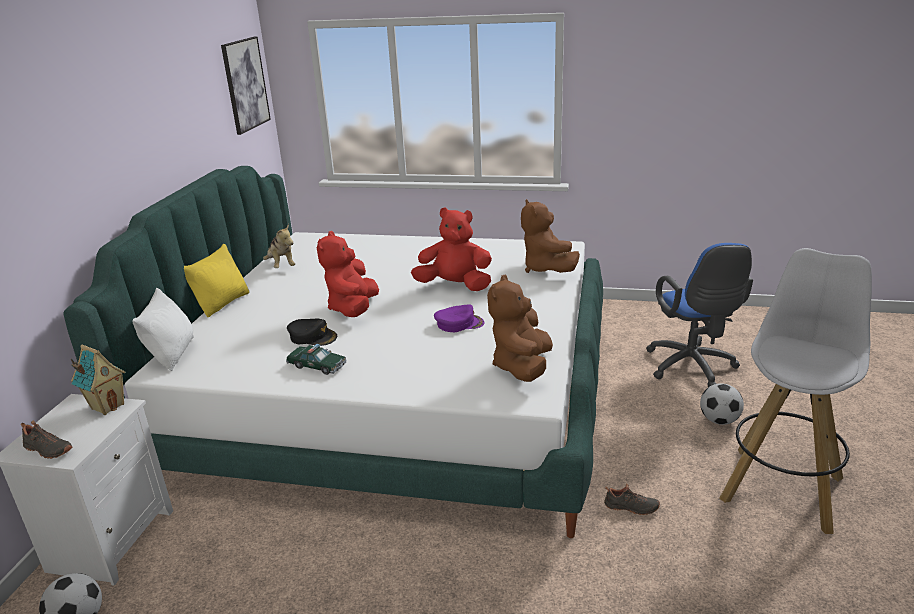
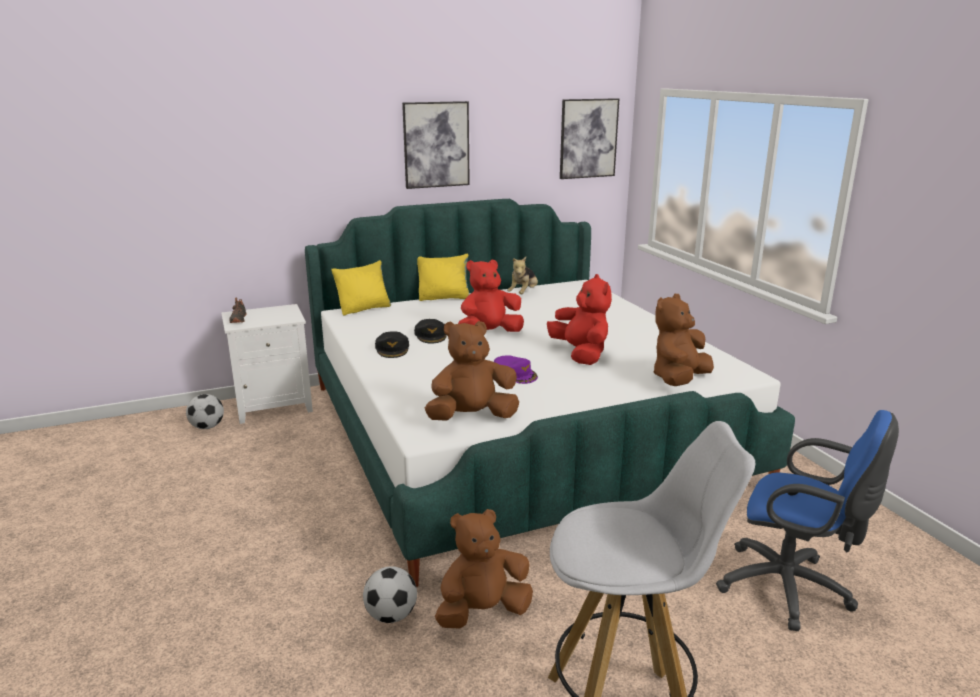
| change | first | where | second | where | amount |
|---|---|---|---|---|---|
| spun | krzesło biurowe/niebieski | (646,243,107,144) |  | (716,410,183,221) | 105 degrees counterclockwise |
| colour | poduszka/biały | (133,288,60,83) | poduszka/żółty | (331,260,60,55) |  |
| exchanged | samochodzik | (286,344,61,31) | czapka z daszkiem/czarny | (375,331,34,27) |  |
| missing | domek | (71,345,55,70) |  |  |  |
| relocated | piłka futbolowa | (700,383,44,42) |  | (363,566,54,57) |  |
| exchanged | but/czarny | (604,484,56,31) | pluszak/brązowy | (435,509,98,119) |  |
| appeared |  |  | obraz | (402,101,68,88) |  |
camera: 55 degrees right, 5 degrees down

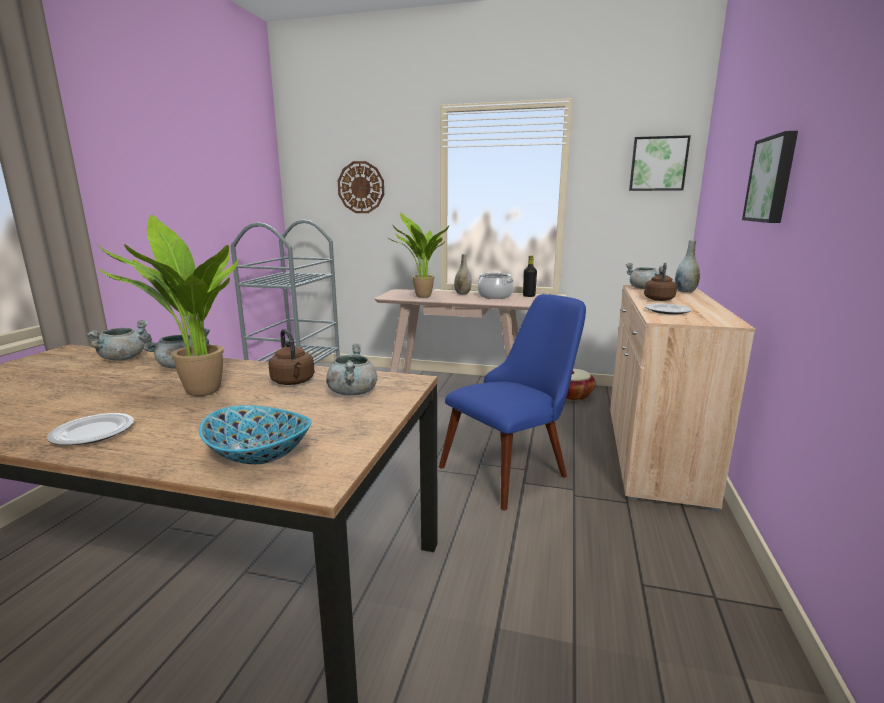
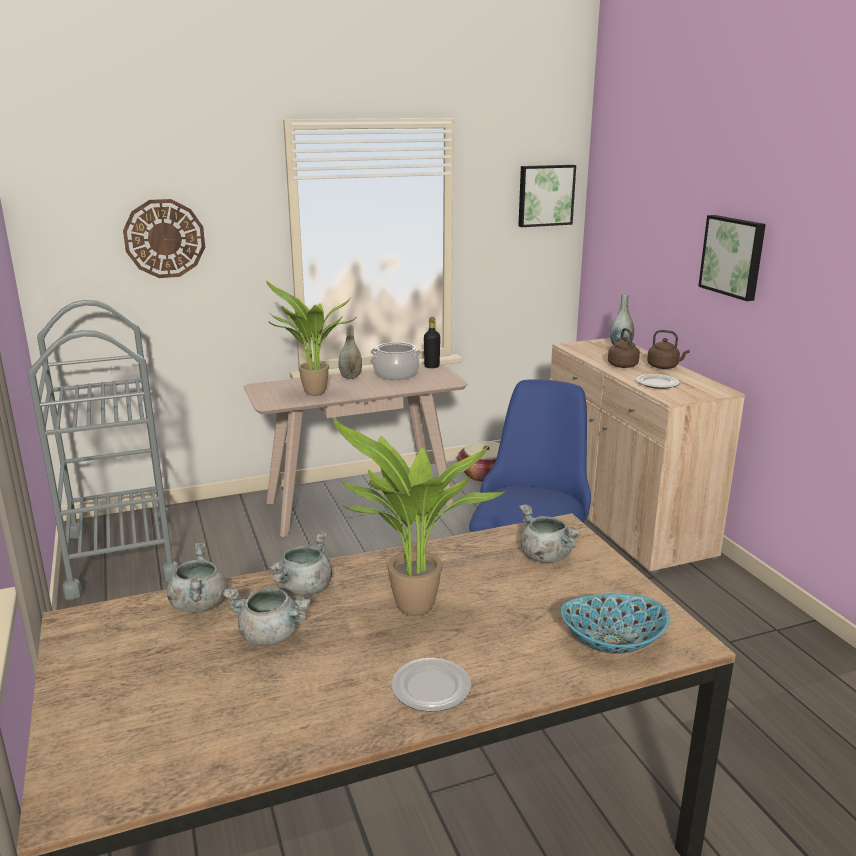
| change | first | where | second | where | amount |
|---|---|---|---|---|---|
| relocated | garnek/szary | (625,263,42,26) |  | (223,588,88,58) |  |
| relocated | czajnik/brązowy | (269,329,46,56) |  | (647,330,43,39) |  |
camera: 35 degrees left, 5 degrees up

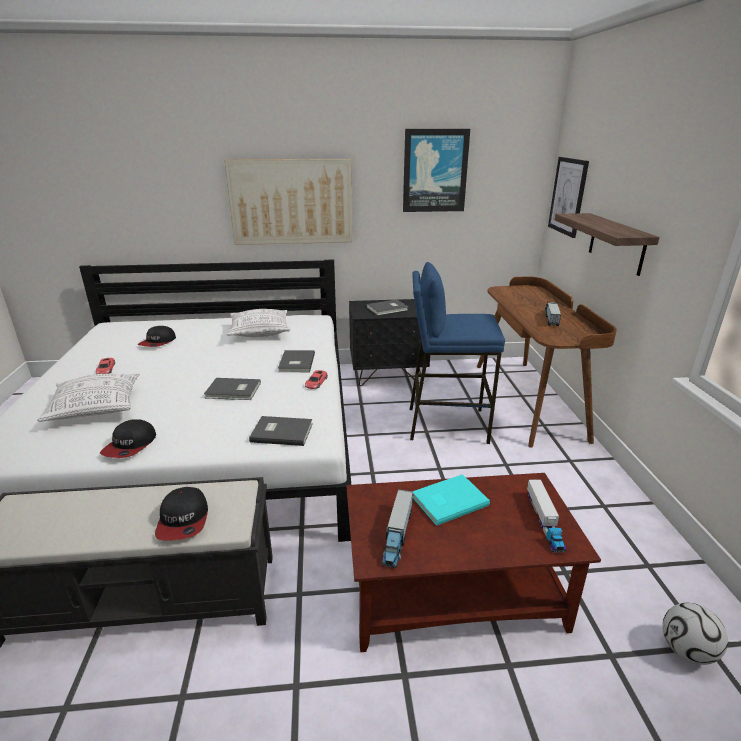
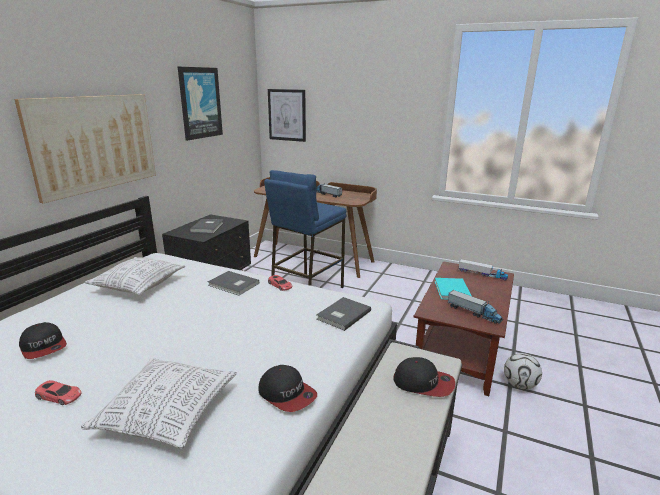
| change | first | where | second | where | amount |
|---|---|---|---|---|---|
| missing | półka | (555,213,105,63) |  |  |  |
| missing | książka/szary | (204,378,57,22) |  |  |  |
| relocated | piłka futbolowa | (662,603,66,62) |  | (504,353,38,36) |  |
camera: 60 degrees left, 5 degrees down

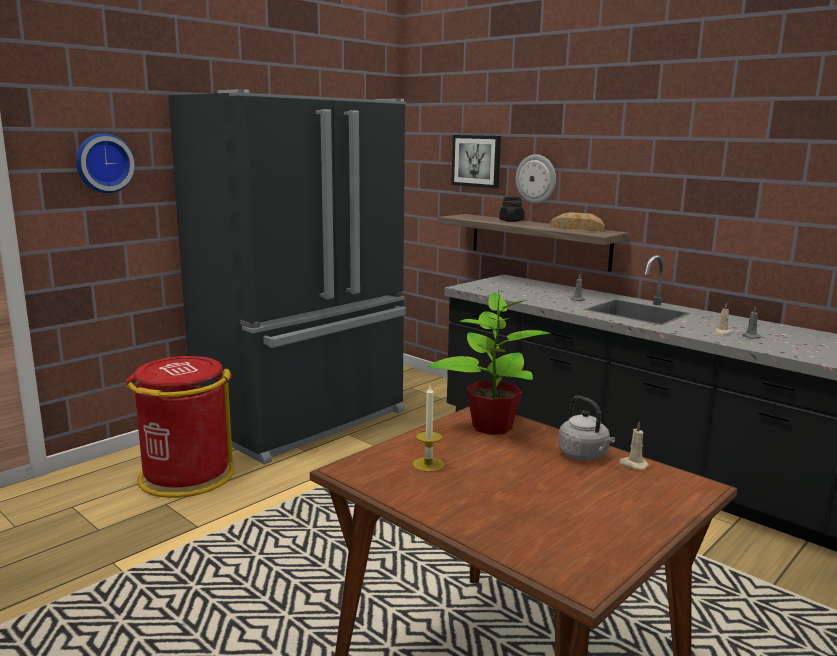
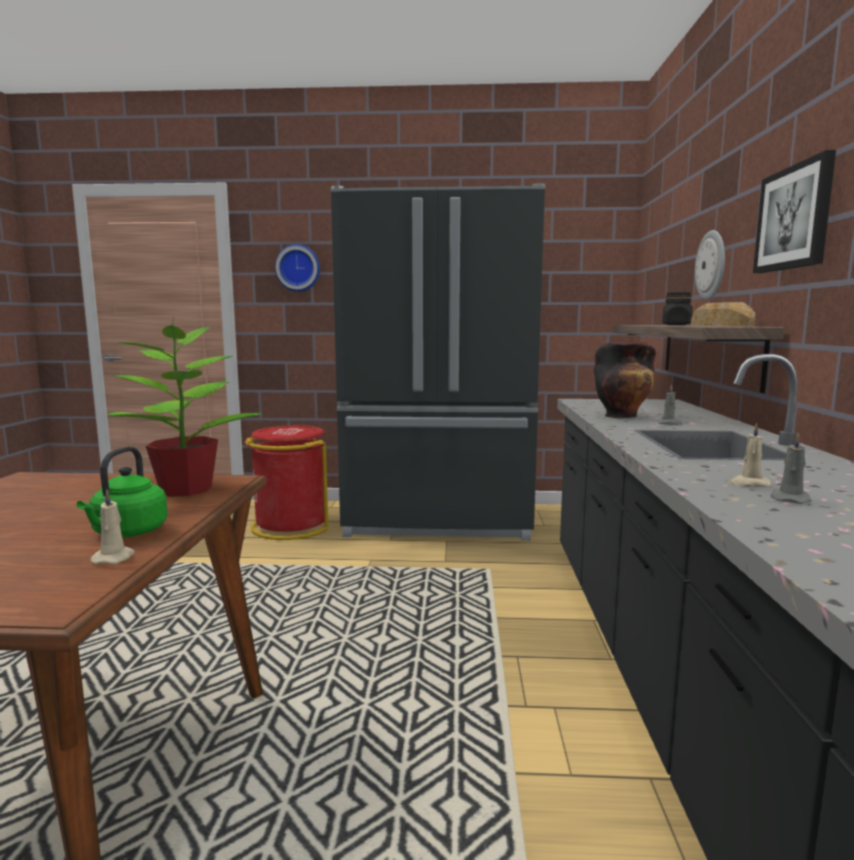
| change | first | where | second | where | amount |
|---|---|---|---|---|---|
| relocated | obraz | (451,135,50,53) |  | (753,150,83,123) |  |
| missing | świeca | (413,386,31,86) |  |  |  |
| colour | czajnik/szary | (558,396,57,65) | czajnik/zielony | (77,446,91,91) |  |
| appeared |  |  | wazon | (594,342,62,76) |  |
camera: 50 degrees right, 5 degrees down

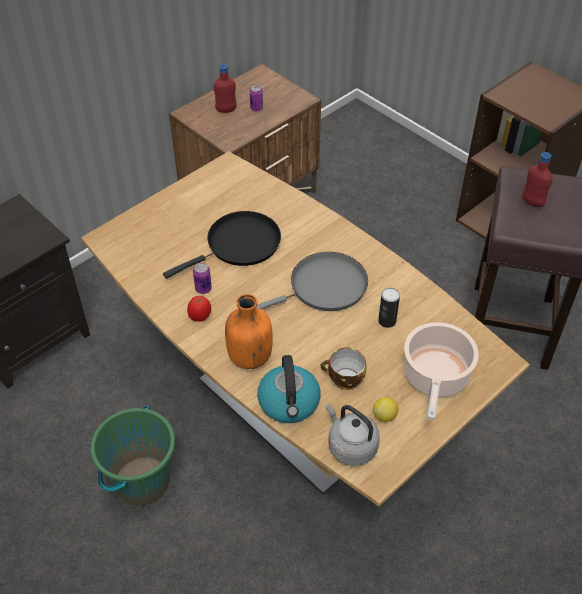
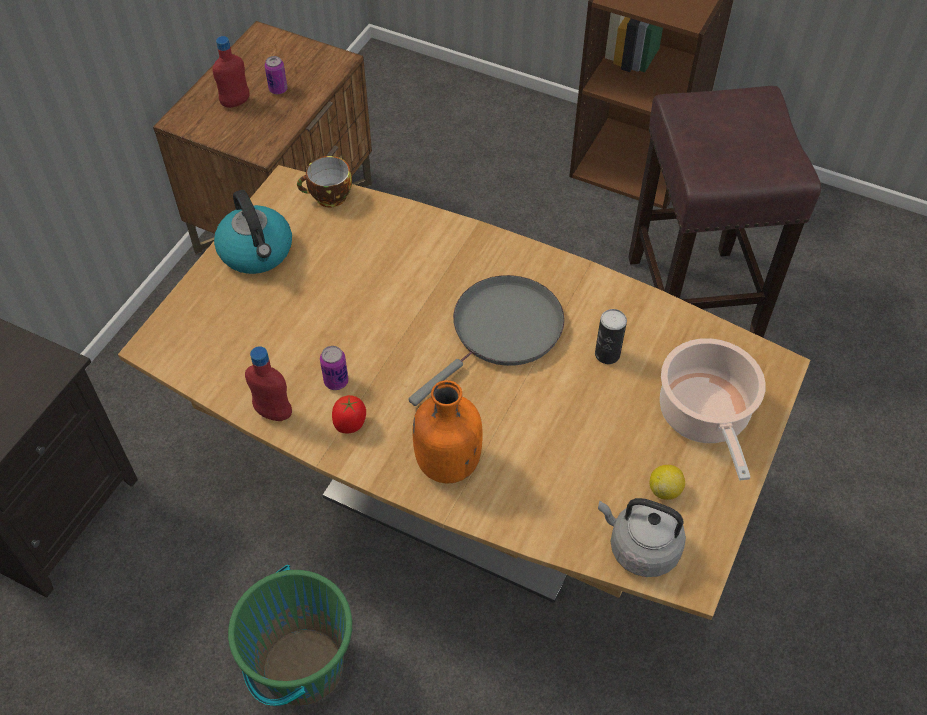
| change | first | where | second | where | amount |
|---|---|---|---|---|---|
| relocated | butelka/czerwony | (522,152,31,55) |  | (245,346,47,75) |  |
| missing | patelnia/czarny | (163,211,118,68) |  |  |  |
| relocated | filiżanka | (321,347,46,43) |  | (297,156,55,51) |  |
| relocated | czajnik | (257,355,63,68) |  | (214,190,78,84) |  |
camera: 20 degrees left, 5 degrees up

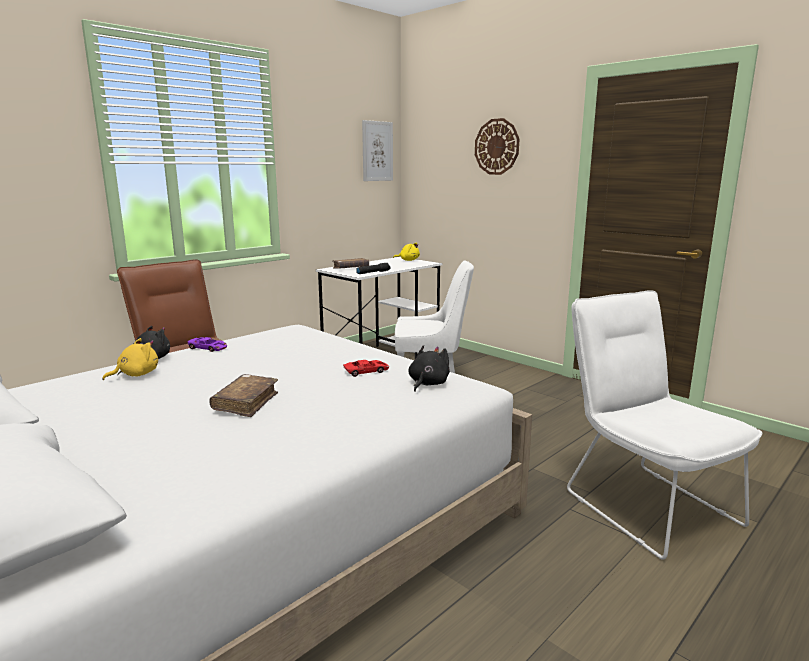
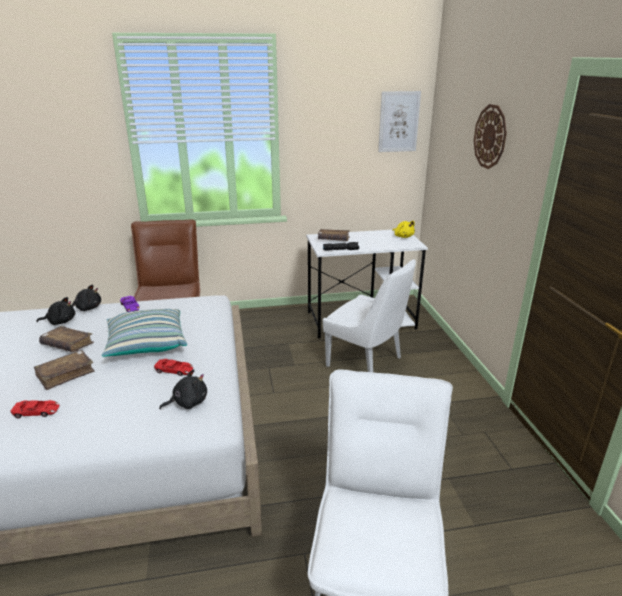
| change | first | where | second | where | amount |
|---|---|---|---|---|---|
| colour | pluszak/żółty | (102,338,56,42) | pluszak/czarny | (37,297,38,28) |  |
| appeared |  |  | poduszka | (102,309,85,48) |  |
| appeared |  |  | książka/brązowy | (39,326,55,26) |  |
| appeared |  |  | samochodzik/czerwony | (10,400,50,19) |  |
camera: 35 degrees right, 10 degrees up

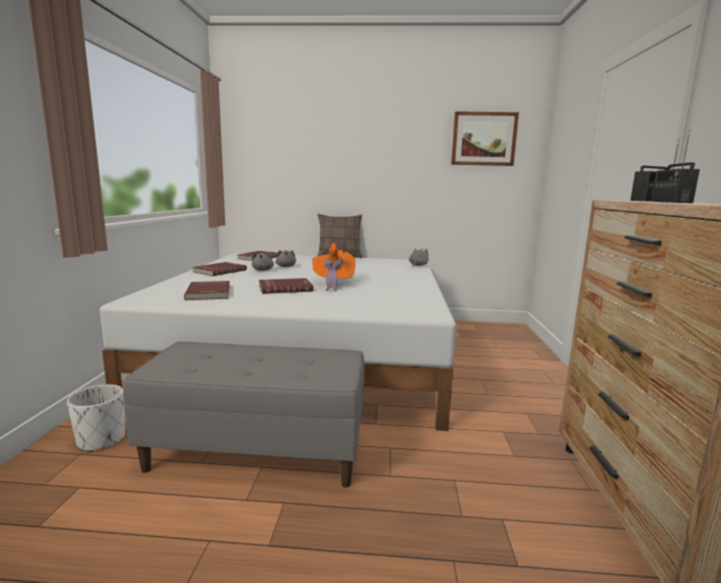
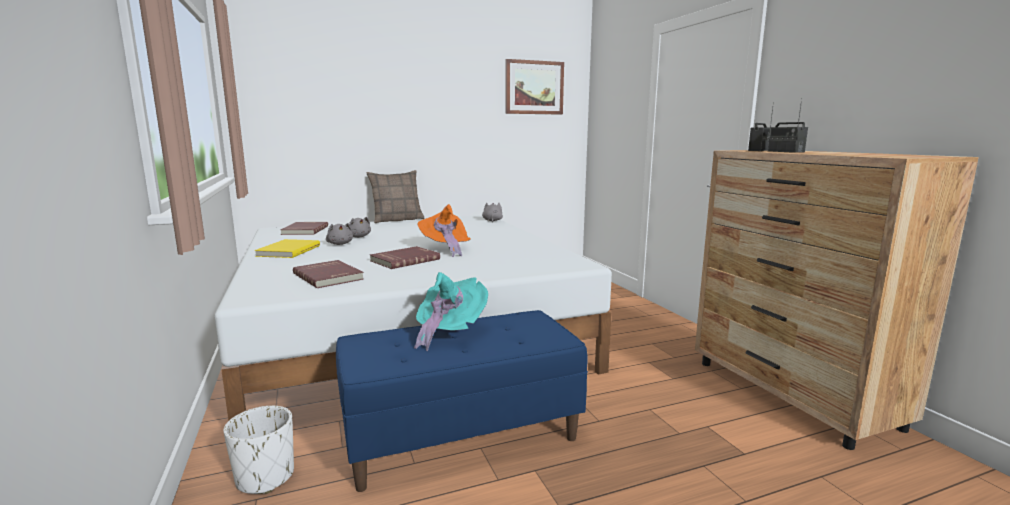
| change | first | where | second | where | amount |
|---|---|---|---|---|---|
| colour | książka/czerwony | (192,262,55,14) | książka/żółty | (255,239,65,19) |  |
| colour | ławka/szary | (123,342,242,145) | ławka/niebieski | (336,310,252,182) |  |
| appeared |  |  | kapelusz/turkusowy | (414,272,74,79) |  |
camera: 25 degrees left, 0 degrees up

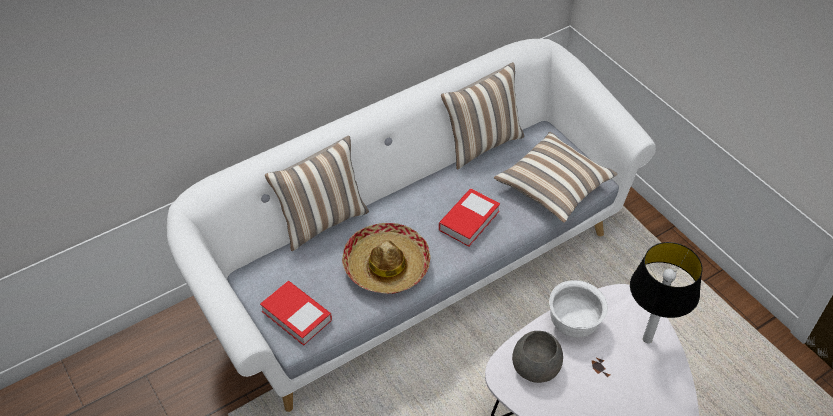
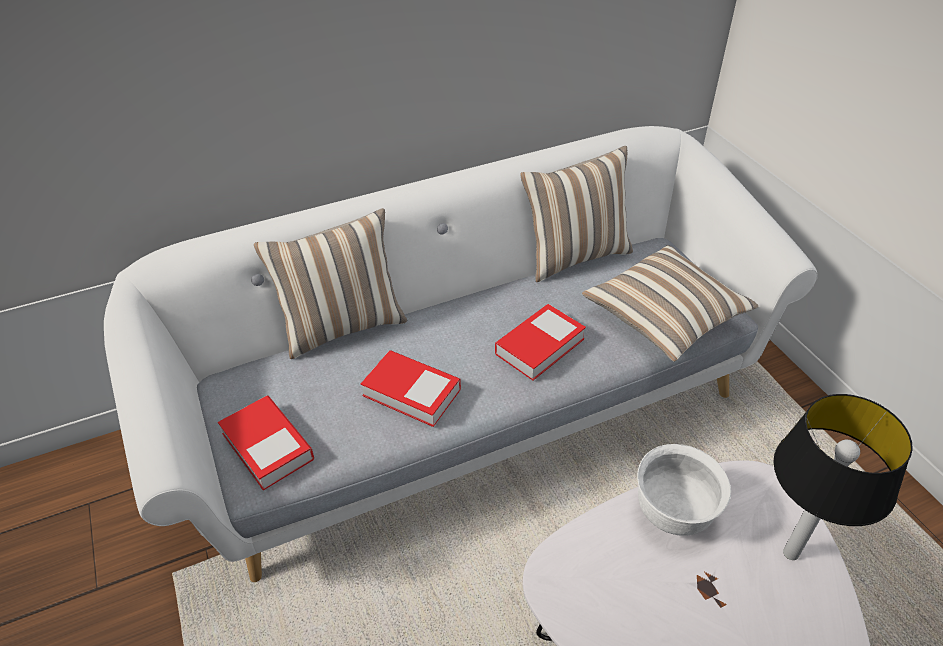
| change | first | where | second | where | amount |
|---|---|---|---|---|---|
| exchanged | kapelusz | (342,223,88,71) | książka | (361,350,100,77) |  |
| missing | miska/szary | (512,331,51,52) |  |  |  |
camera: 10 degrees right, 5 degrees down

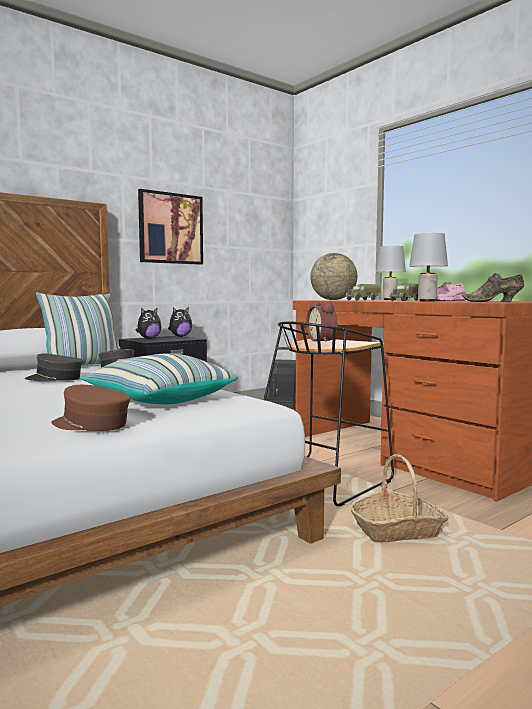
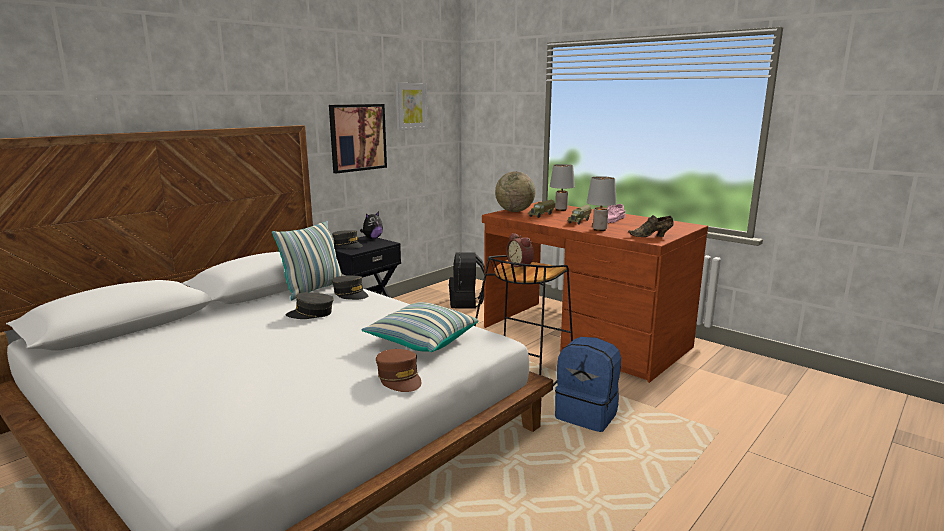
| change | first | where | second | where | amount |
|---|---|---|---|---|---|
| exchanged | pluszak | (135,307,27,32) | czapka z daszkiem/szary | (332,230,31,18) |  |
| spun | czapka z daszkiem/brązowy | (51,385,79,46) |  | (376,349,45,43) | 135 degrees counterclockwise |
| exchanged | koszyk | (350,454,99,88) | plecak/niebieski | (555,337,66,95) |  |
| appeared |  |  | obraz | (395,83,33,47) |  |
camera: 10 degrees left, 10 degrees up

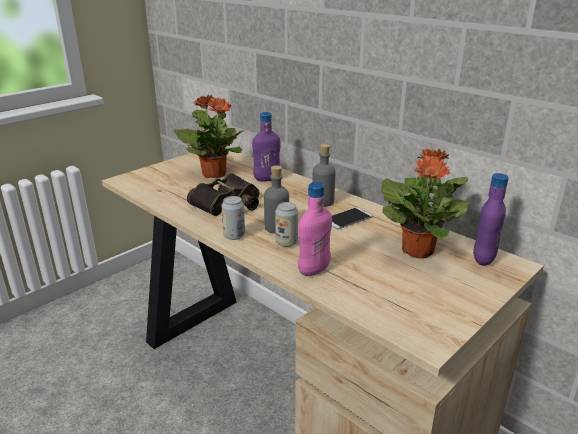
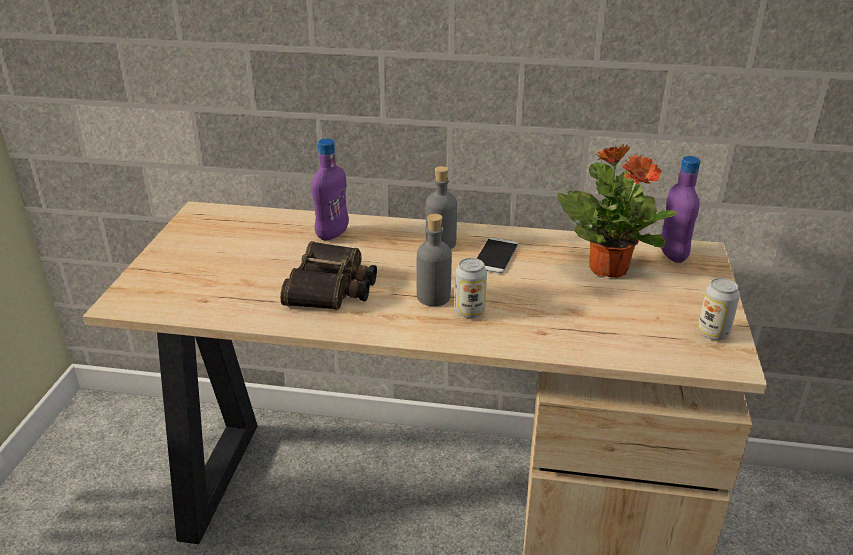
| change | first | where | second | where | amount |
|---|---|---|---|---|---|
| missing | roślina doniczkowa | (174,94,71,84) |  |  |  |
| missing | butelka/różowy | (298,182,34,94) |  |  |  |
| relocated | puszka | (221,196,24,44) |  | (698,278,42,62) |  |
camera: 35 degrees left, 5 degrees up

